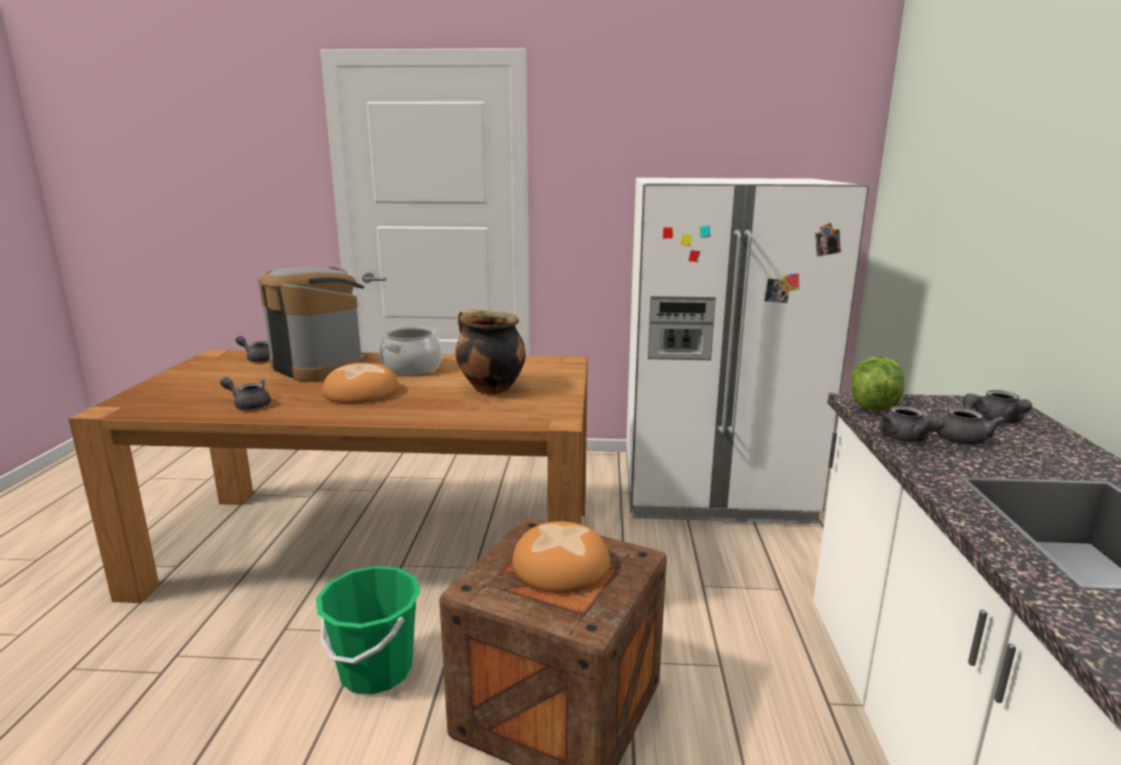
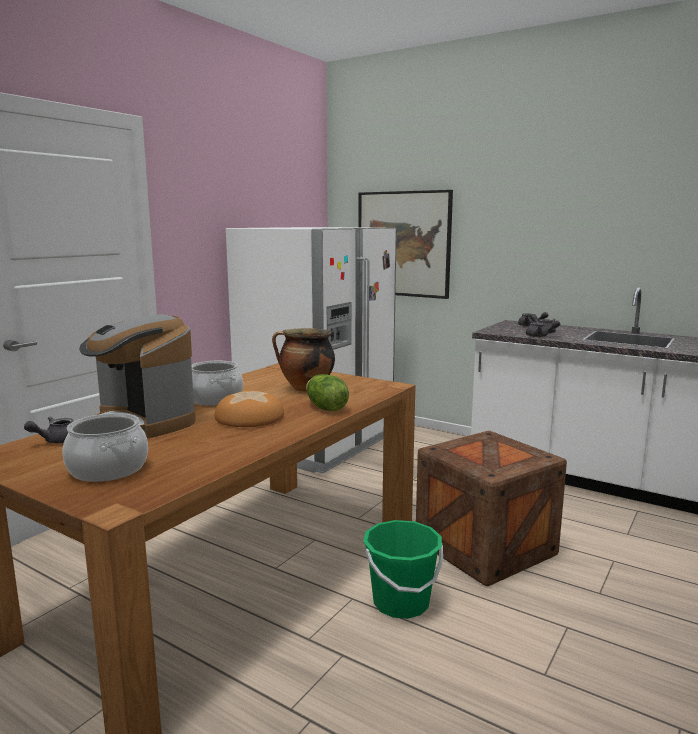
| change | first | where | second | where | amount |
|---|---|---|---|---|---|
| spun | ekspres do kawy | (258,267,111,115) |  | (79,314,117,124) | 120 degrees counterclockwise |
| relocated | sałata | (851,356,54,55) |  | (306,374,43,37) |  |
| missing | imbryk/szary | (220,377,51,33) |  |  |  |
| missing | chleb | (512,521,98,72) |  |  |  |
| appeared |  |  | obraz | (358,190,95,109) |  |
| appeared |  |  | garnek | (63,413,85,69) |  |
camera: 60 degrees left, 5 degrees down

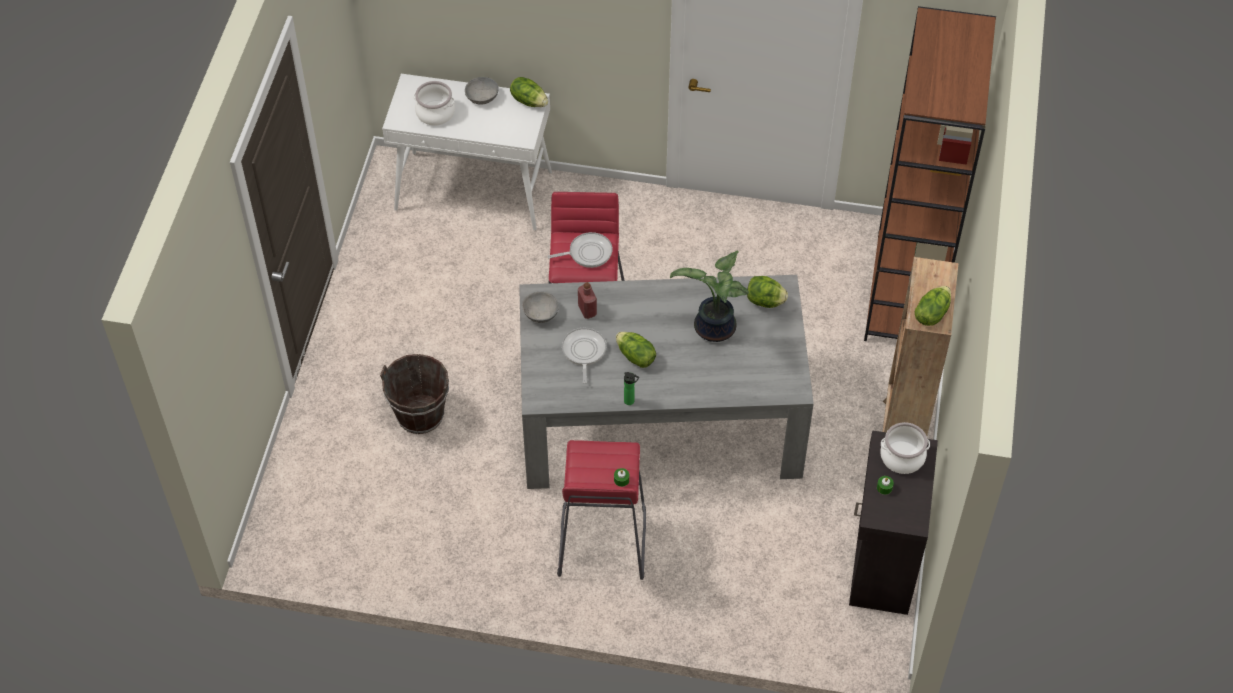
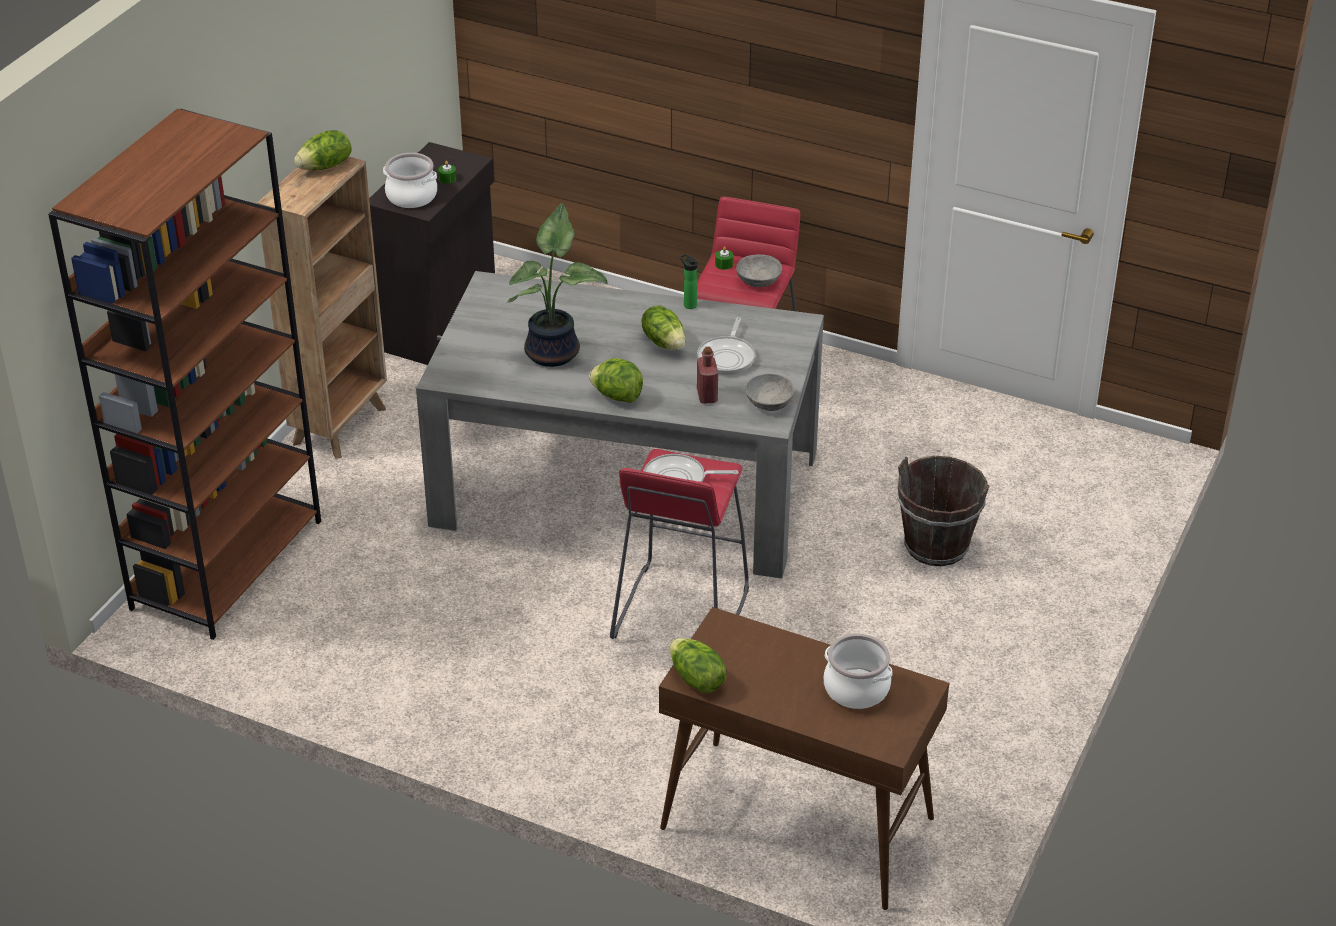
| change | first | where | second | where | amount |
|---|---|---|---|---|---|
| colour | stolik konsolowy/biały | (382,74,170,157) | stolik konsolowy/brązowy | (659,607,290,303) |  |
| relocated | miska/szary | (465,77,34,27) |  | (736,254,46,33) |  |
| relocated | sałata | (747,276,41,32) |  | (589,358,54,45) |  |
camera: 165 degrees left, 15 degrees down

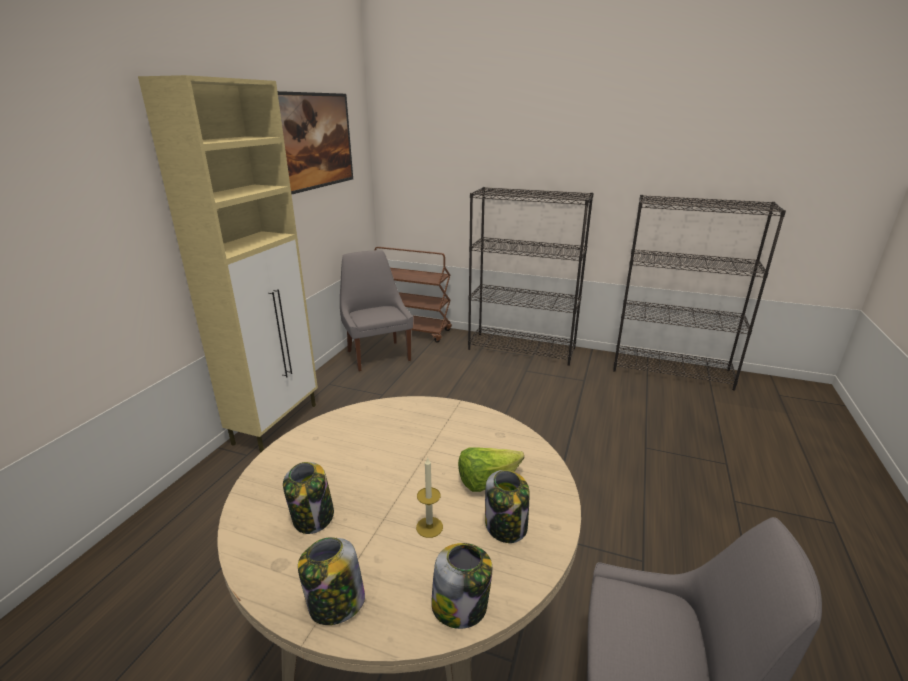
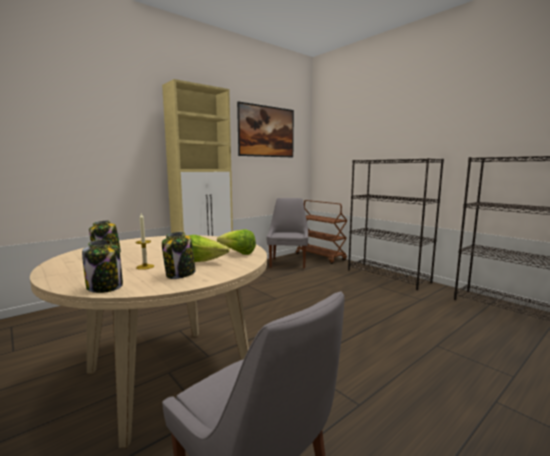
| change | first | where | second | where | amount |
|---|---|---|---|---|---|
| missing | słoik | (298,537,67,88) |  |  |  |
| appeared |  |  | sałata | (217,229,39,26) |  |
camera: 30 degrees right, 15 degrees down

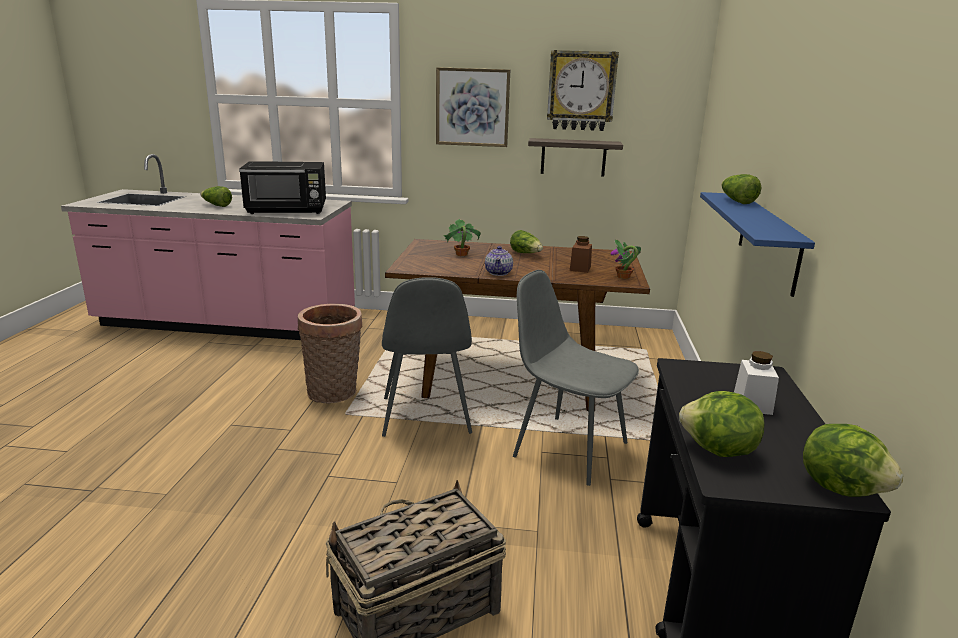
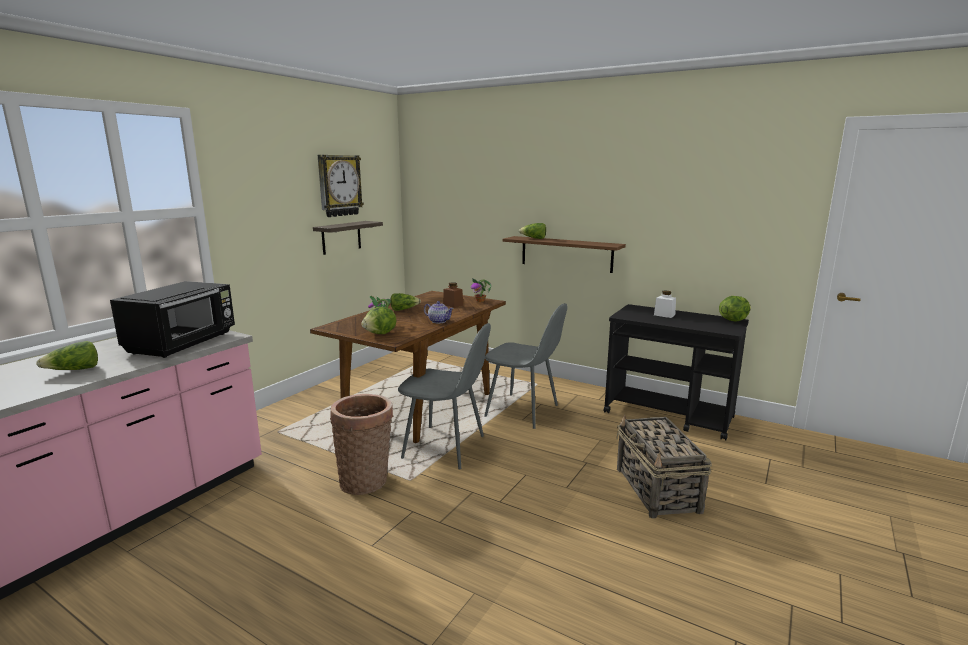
| change | first | where | second | where | amount |
|---|---|---|---|---|---|
| missing | obraz | (436,67,74,80) |  |  |  |
| colour | półka/niebieski | (700,192,115,105) | półka/brązowy | (503,236,123,37) |  |
| spun | krzesło/szary | (513,270,126,216) |  | (484,303,83,126) | 120 degrees counterclockwise |
| relocated | sałata | (679,391,86,66) |  | (361,307,35,27) |  |
camera: 65 degrees left, 5 degrees down

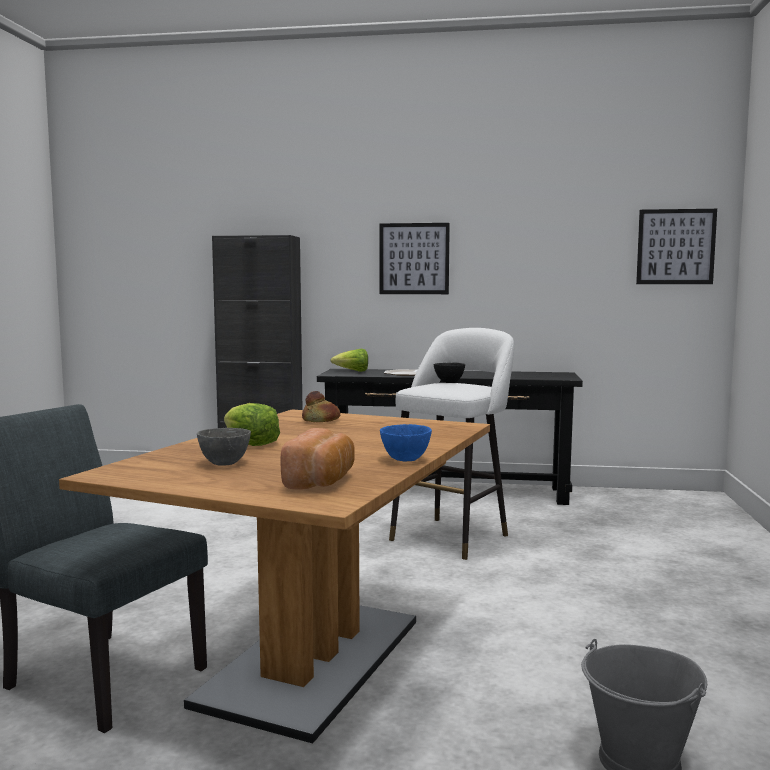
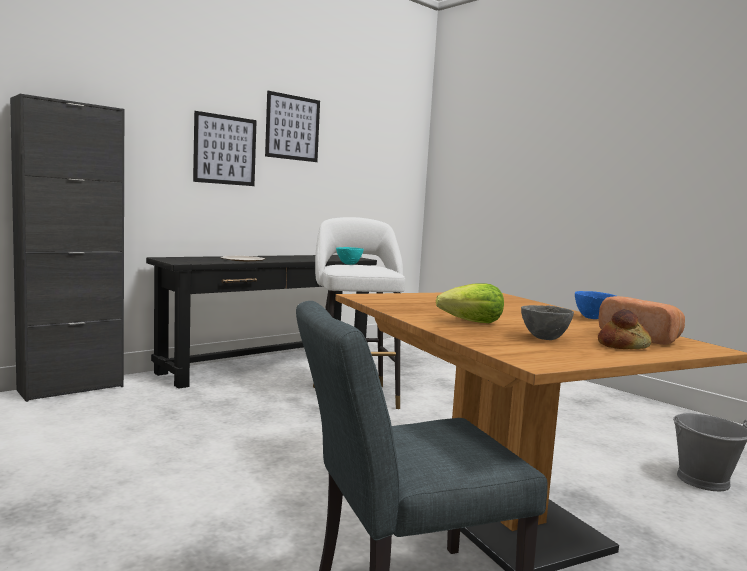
| change | first | where | second | where | amount |
|---|---|---|---|---|---|
| relocated | obraz | (636,209,81,75) |  | (265,91,55,71) |  |
| missing | sałata | (330,349,38,23) |  |  |  |
| colour | miska/czarny | (434,362,31,21) | miska/turkusowy | (336,247,28,18) |  |
| relocated | chleb | (302,391,38,31) |  | (598,309,54,40) |  |
camera: 50 degrees left, 0 degrees up

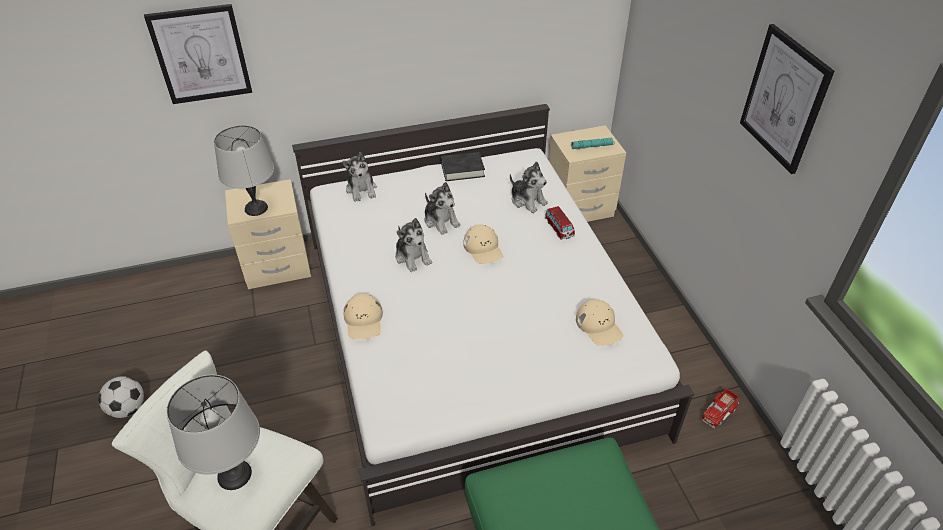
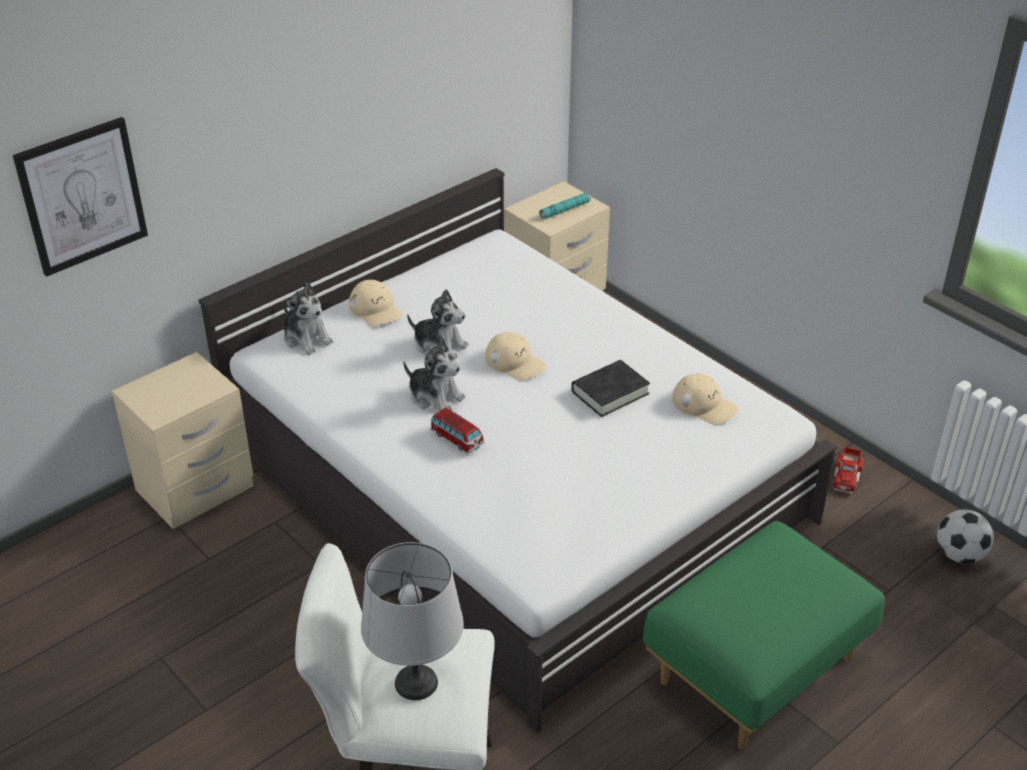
| change | first | where | second | where | amount |
|---|---|---|---|---|---|
| missing | obraz | (740,24,94,150) |  |  |  |
| missing | lampa stołowa/szary | (214,125,60,91) |  |  |  |
| relocated | książka/czarny | (441,152,44,29) |  | (571,360,79,57) |  |
| missing | pluszak | (510,161,38,52) |  |  |  |
| relocated | samochodzik | (545,206,30,34) |  | (430,408,54,45) |  |
| relocated | czapka z daszkiem/beżowy | (343,293,40,46) |  | (349,280,53,46) |  |
| relocated | piłka futbolowa | (98,376,46,42) |  | (937,509,57,55) |  |
camera: 25 degrees left, 5 degrees down

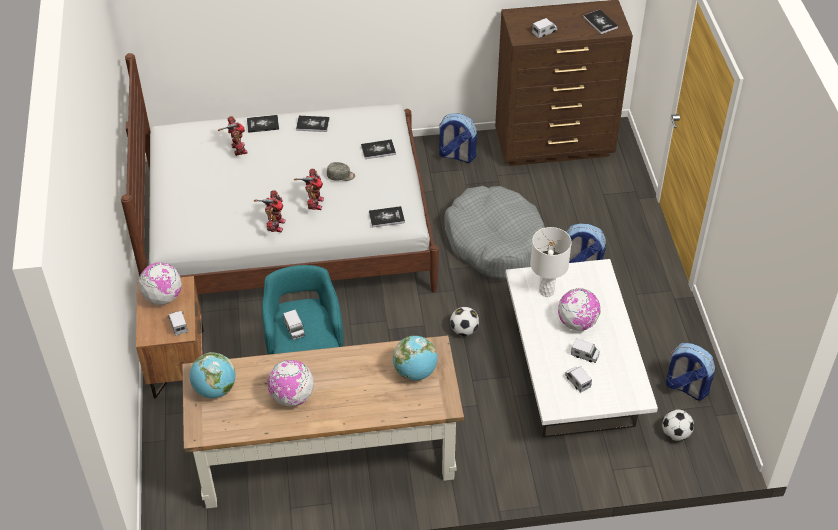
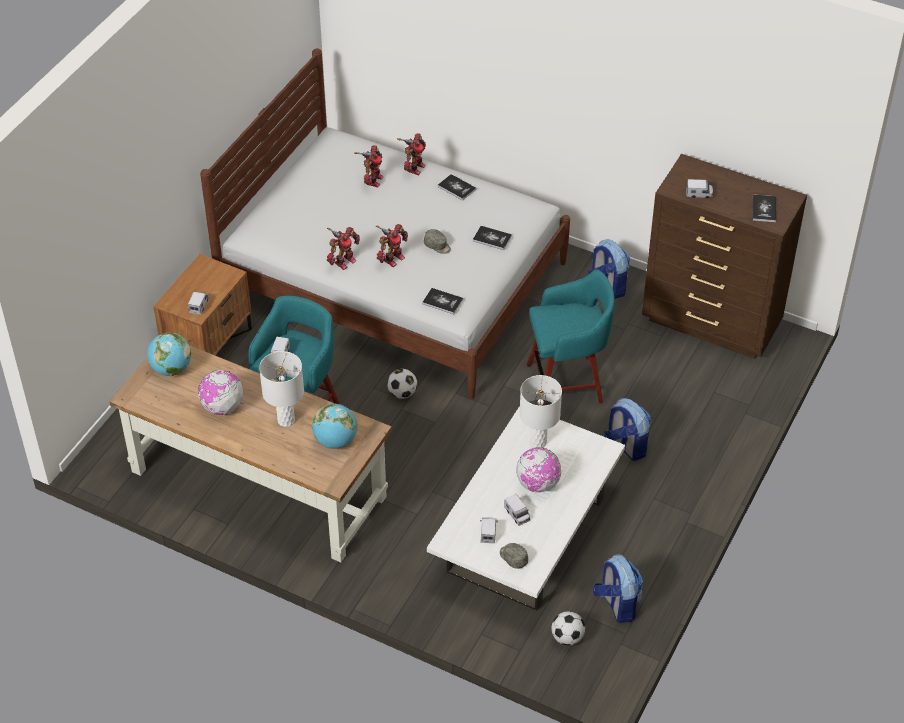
| change | first | where | second | where | amount |
|---|---|---|---|---|---|
| exchanged | książka | (247,115,32,18) | robot zabawkowy | (397,133,29,42) |  |
| exchanged | legowisko/szary | (444,186,101,93) | stołek/turkusowy | (527,269,88,137) |  |
| missing | globus | (139,263,43,42) |  |  |  |
| relocated | piłka futbolowa | (450,307,29,29) |  | (387,369,30,30) |  |
| appeared |  |  | lampa stołowa/biały | (259,351,45,76) |  |
| appeared |  |  | czapka z daszkiem/szary | (500,543,28,26) |  |
camera: 35 degrees right, 0 degrees up

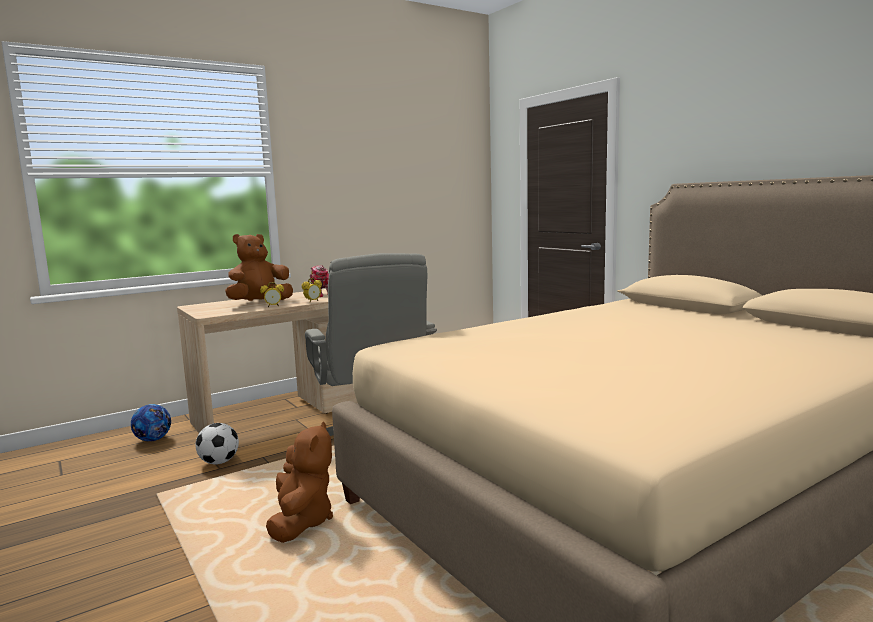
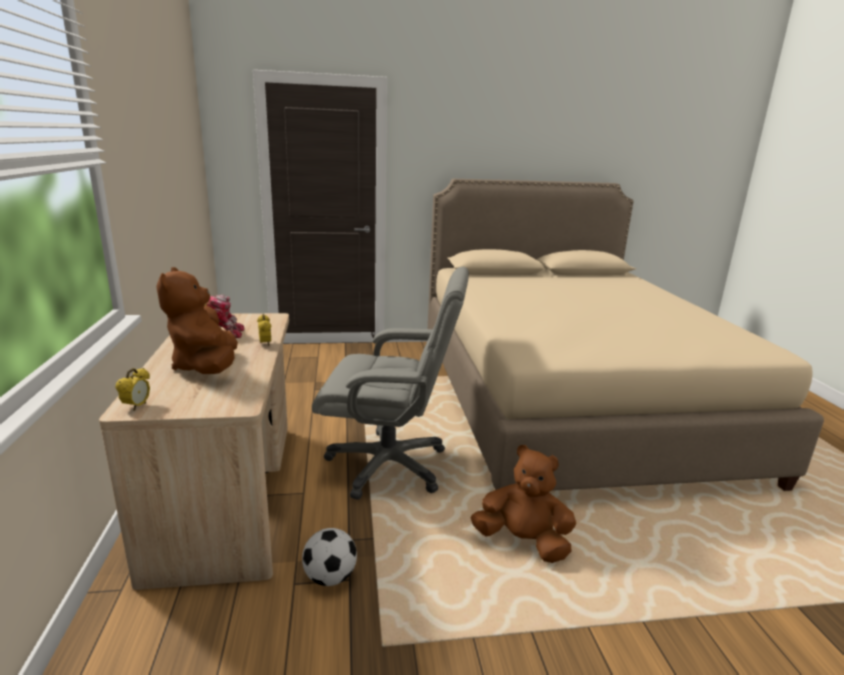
| change | first | where | second | where | amount |
|---|---|---|---|---|---|
| relocated | budzik | (260,282,24,25) |  | (115,368,35,43) |  |
| missing | piłka futbolowa | (131,404,40,38) |  |  |  |
camera: 65 degrees left, 10 degrees up

